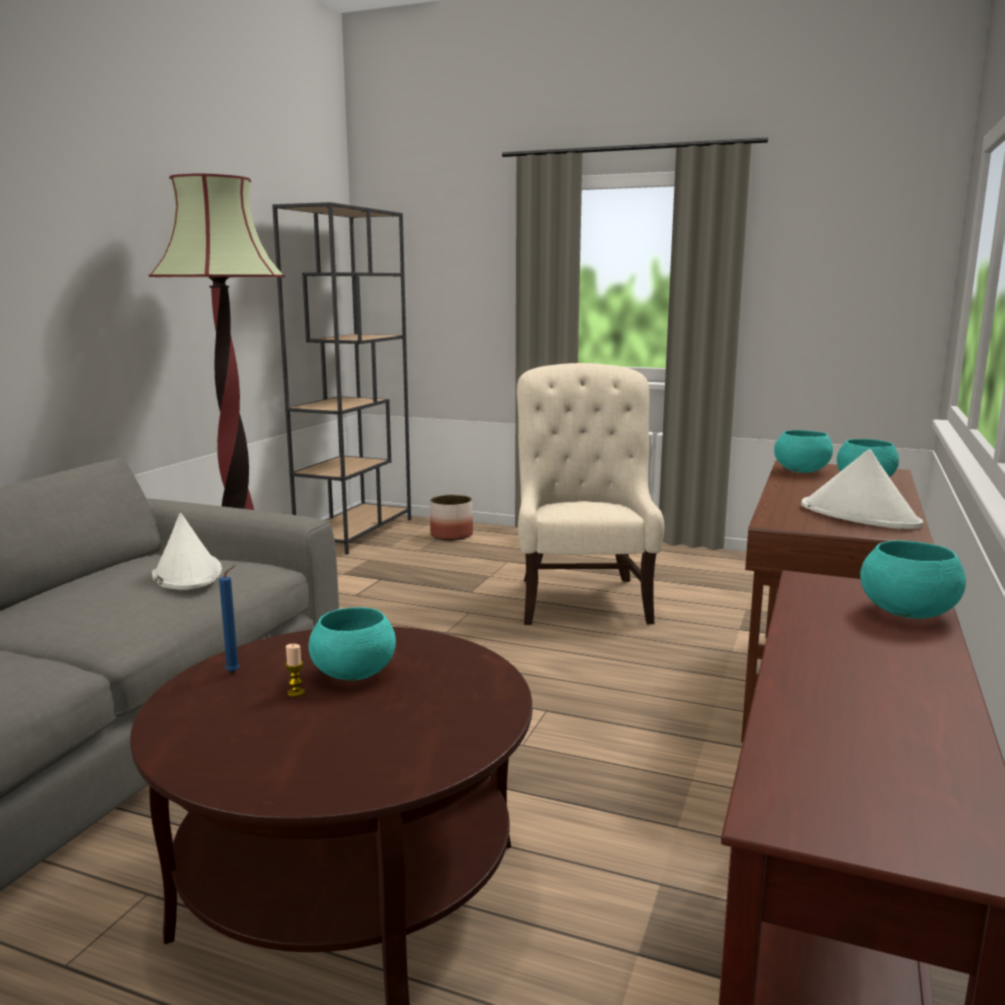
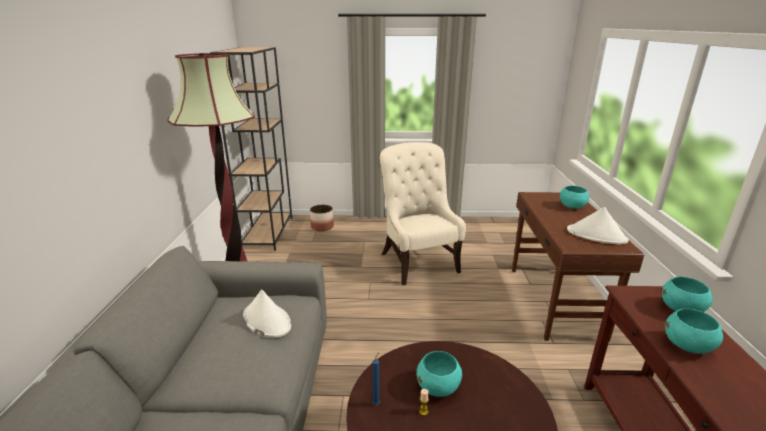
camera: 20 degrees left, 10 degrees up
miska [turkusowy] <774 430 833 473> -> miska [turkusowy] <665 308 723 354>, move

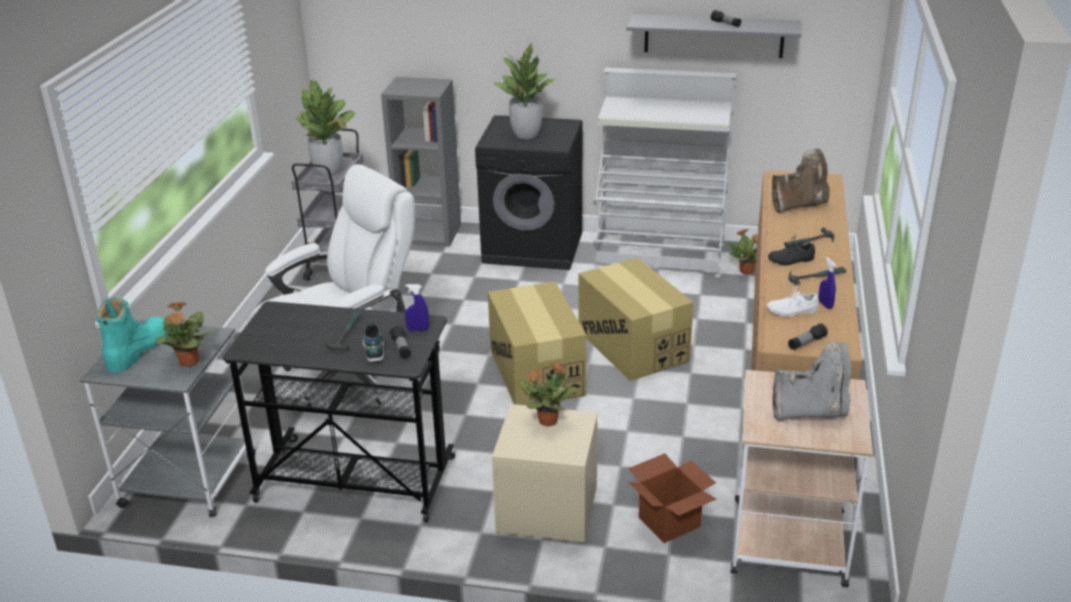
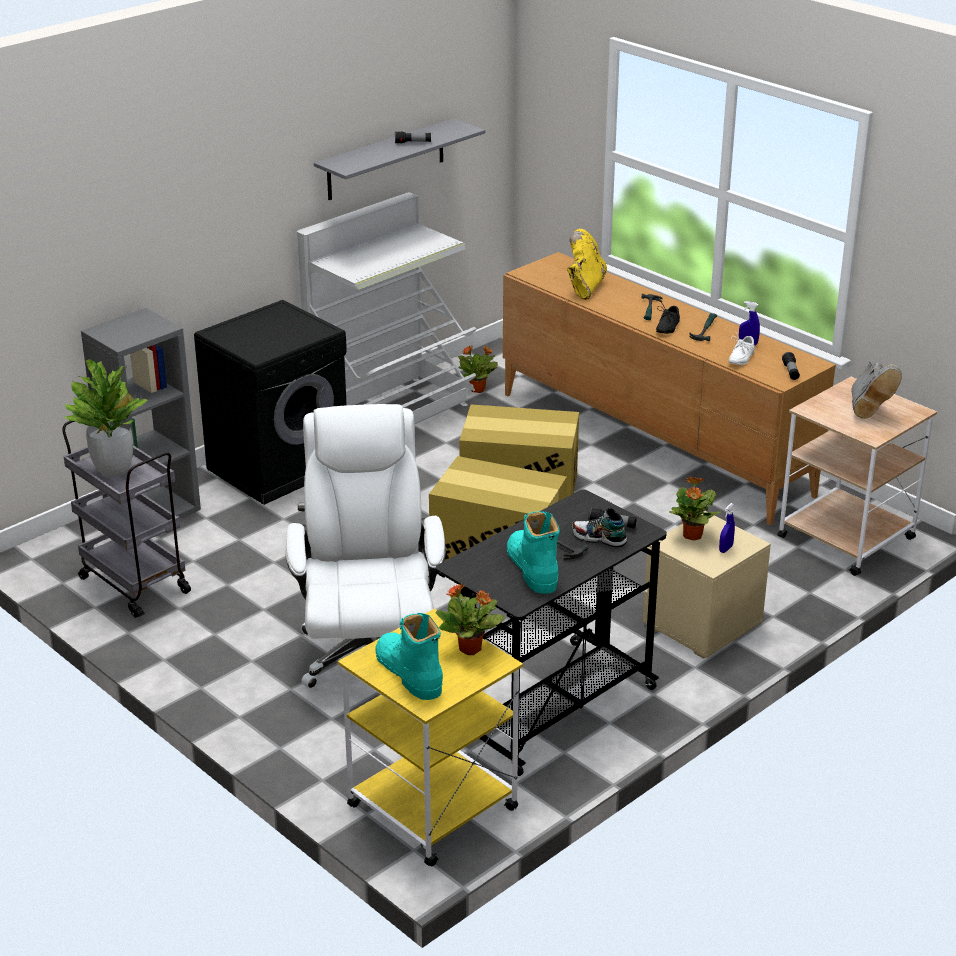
camera: 55 degrees left, 0 degrees up
roślina doniczkowa <493 41 556 139> -> none
karton <628 453 716 543> -> none
none -> but z cholewką [turkusowy] <507 511 560 594>
spryskiwacz [niebieski] <405 284 429 331> -> spryskiwacz [niebieski] <719 503 735 553>, move
wózek [szary] <80 320 256 517> -> wózek [żółty] <338 608 523 866>
but z cholewką [brązowy] <772 148 830 213> -> but z cholewką [żółty] <567 229 607 300>
but z cholewką [szary] <773 342 851 421> -> but z cholewką [szary] <851 361 902 419>, 150 degrees clockwise

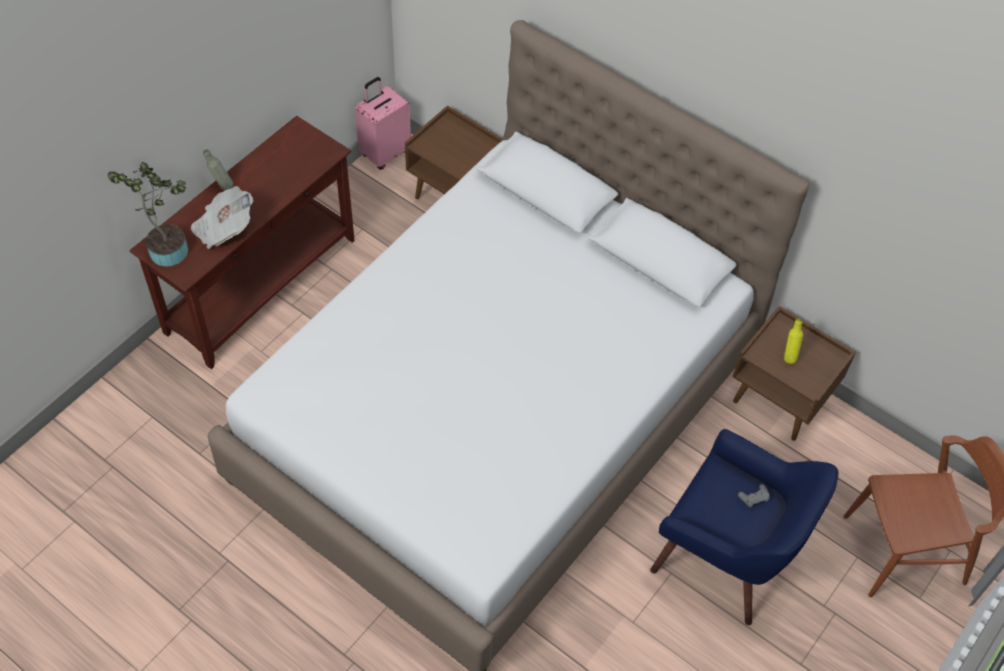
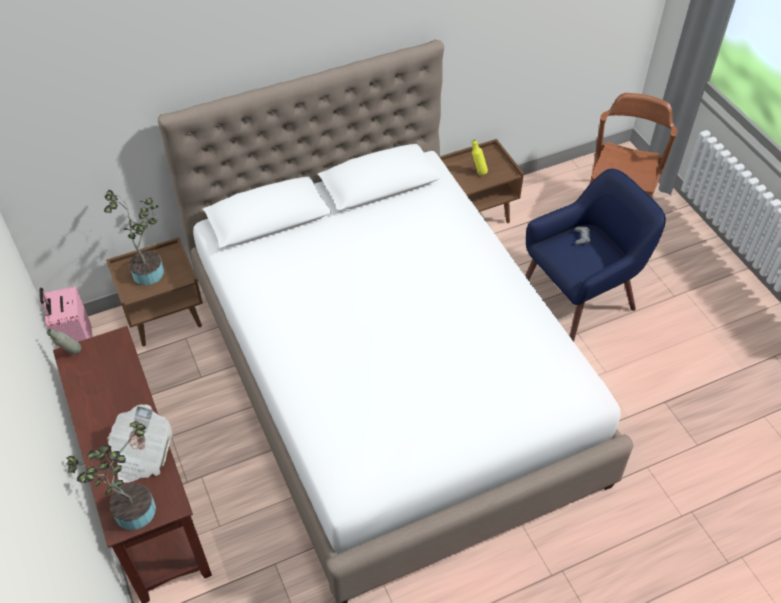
camera: 60 degrees left, 5 degrees down
none -> roślina doniczkowa <104 190 164 285>
butelka [szary] <203 149 233 190> -> butelka [szary] <47 329 81 355>, move

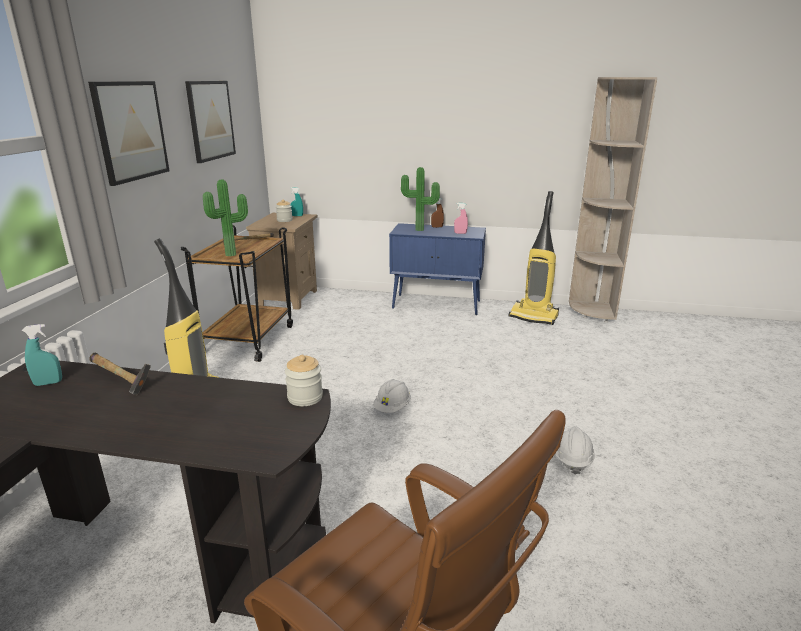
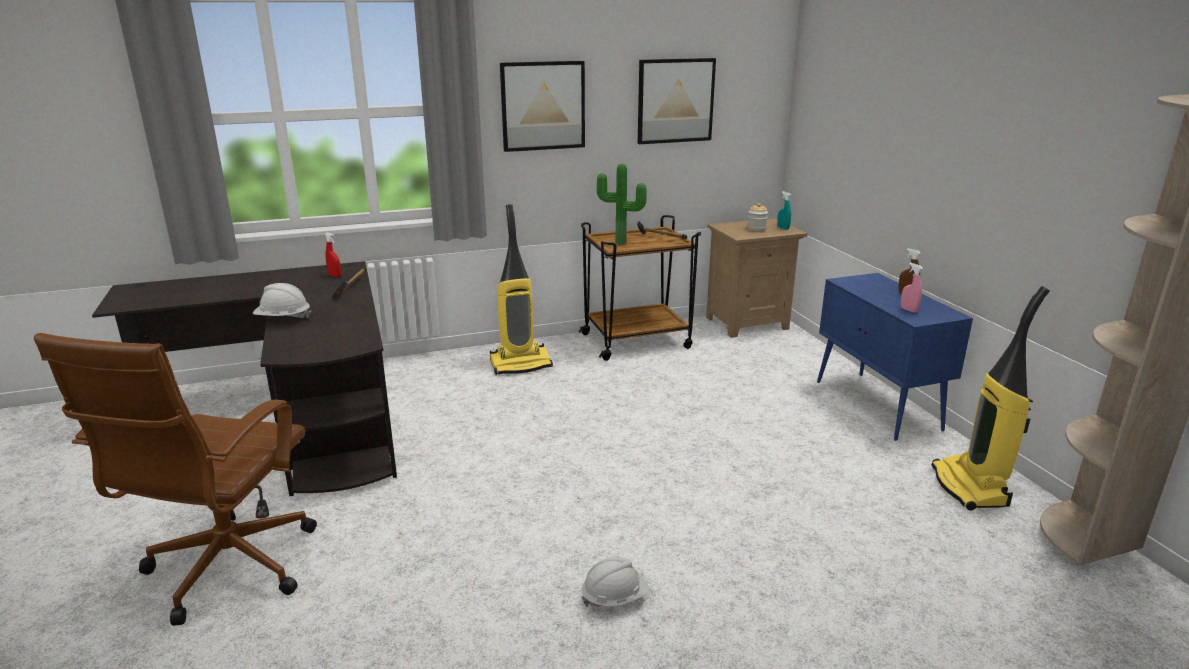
camera: 60 degrees right, 0 degrees up
słoik <285 355 323 406> -> none
roślina doniczkowa <401 167 440 231> -> none
kask [biały] <373 379 411 413> -> kask [biały] <253 283 311 318>, move
spryskiwacz [turkusowy] <22 324 62 386> -> spryskiwacz [czerwony] <325 232 341 277>

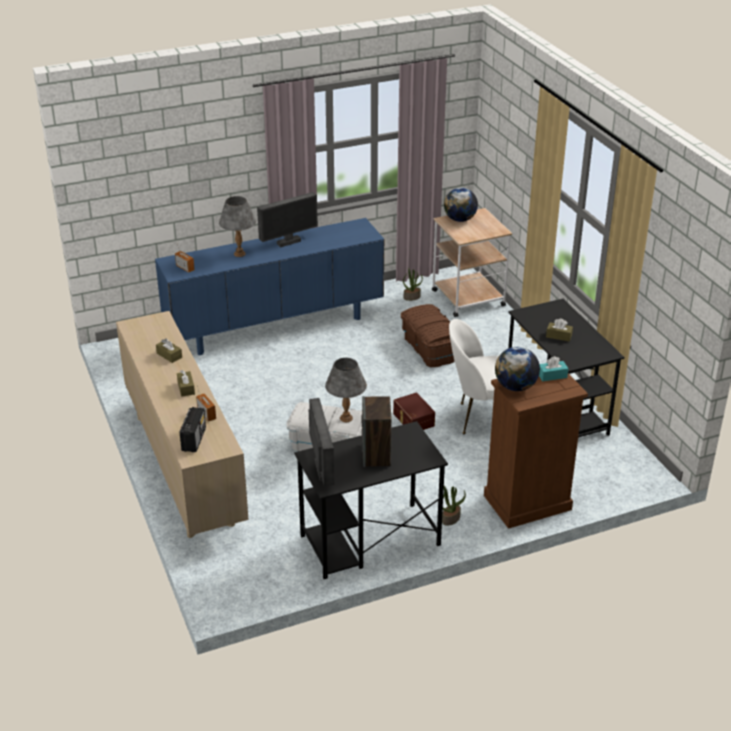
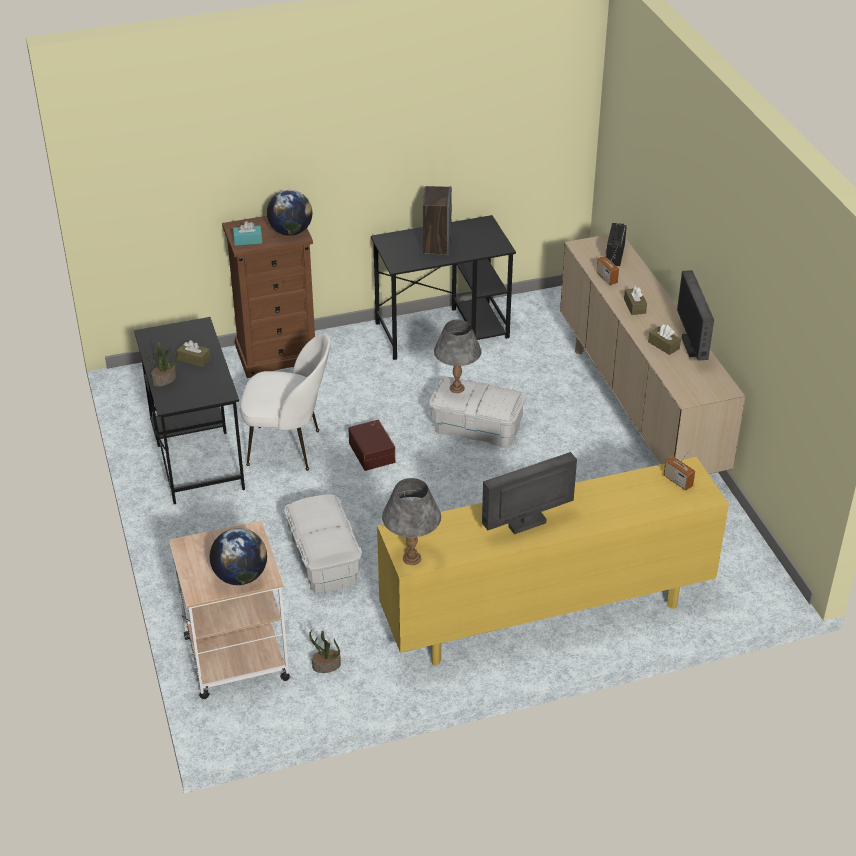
camera: 175 degrees left, 5 degrees up
lampa stołowa [szary] <219 196 256 257> -> lampa stołowa [szary] <382 478 441 565>, move
monitor <309 398 334 486> -> monitor <677 270 714 361>, move
roślina doniczkowa <442 486 466 526> -> roślina doniczkowa <145 342 177 387>, move
szafka [niebieski] <155 218 384 355> -> szafka [żółty] <377 457 729 666>
pojemnik do przechowywania [brązowy] <401 304 455 367> -> pojemnik do przechowywania [biały] <284 494 362 593>

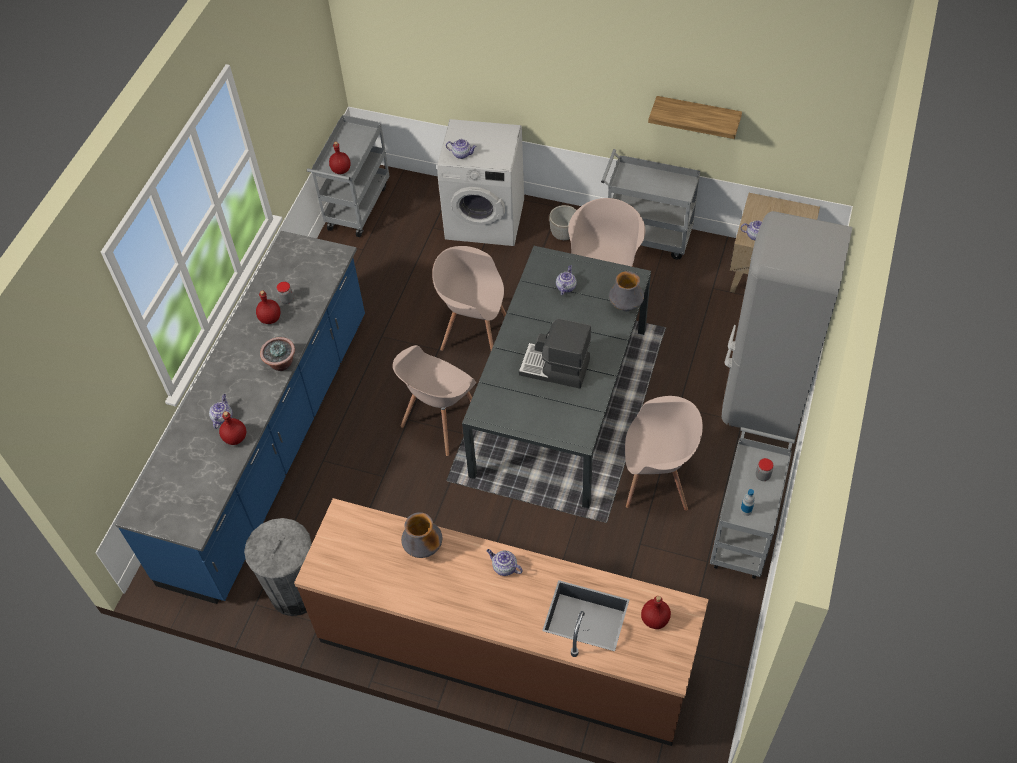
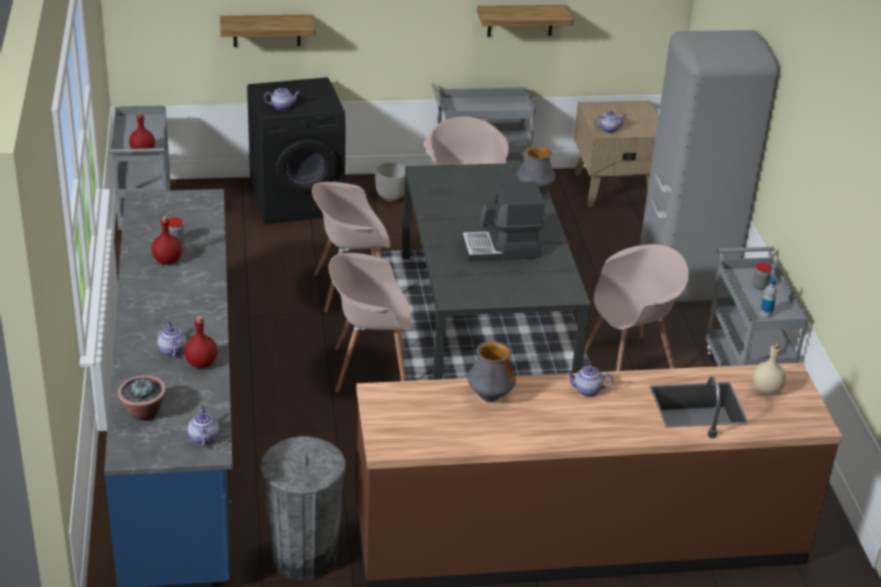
camera: 30 degrees left, 20 degrees down
none -> półka <220 14 315 47>
roślina doniczkowa <260 337 295 371> -> roślina doniczkowa <117 375 167 421>, move
imbryk <556 265 577 295> -> imbryk <188 406 219 447>, move
pralka [biały] <437 119 524 246> -> pralka [czarny] <247 77 346 225>
butelka [czerwony] <641 596 671 629> -> butelka [beżowy] <753 343 786 395>
krzesło [beżowy] <393 345 476 456> -> krzesło [beżowy] <329 253 411 392>, 75 degrees clockwise

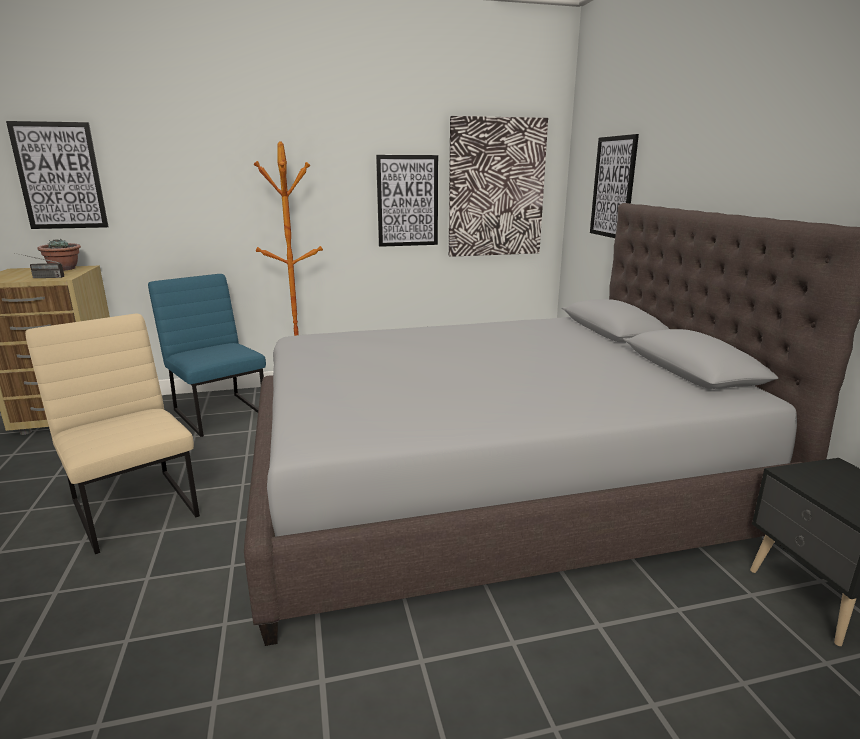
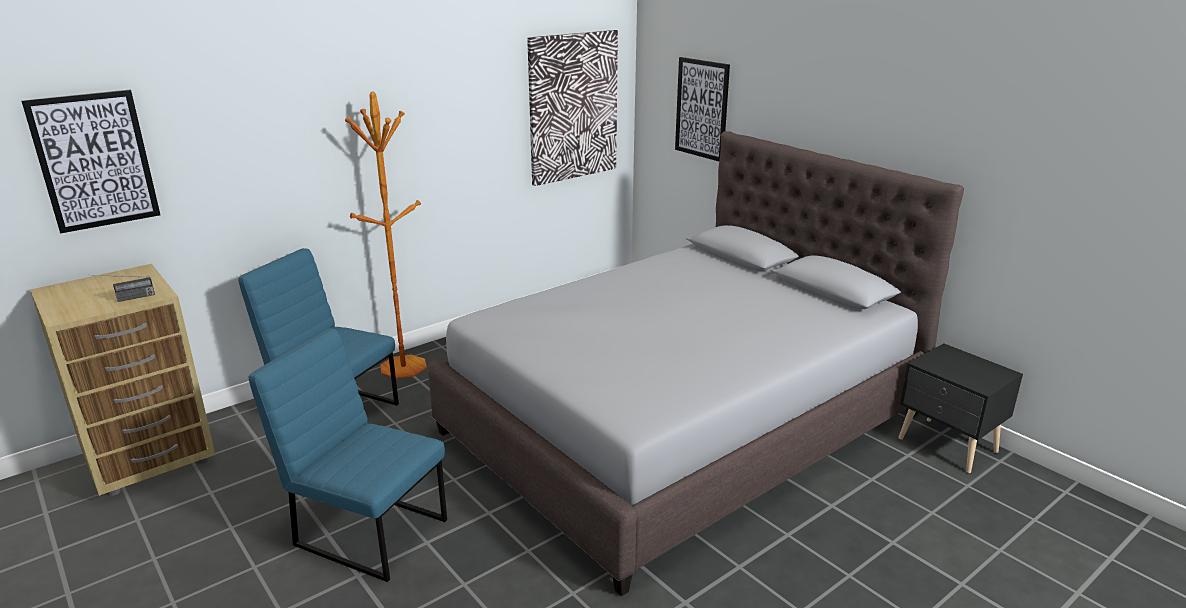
camera: 25 degrees left, 5 degrees up
roślina doniczkowa <37 239 81 271> -> none
obraz <376 155 438 247> -> none
krzesło [beżowy] <25 314 200 554> -> krzesło [niebieski] <249 329 447 582>

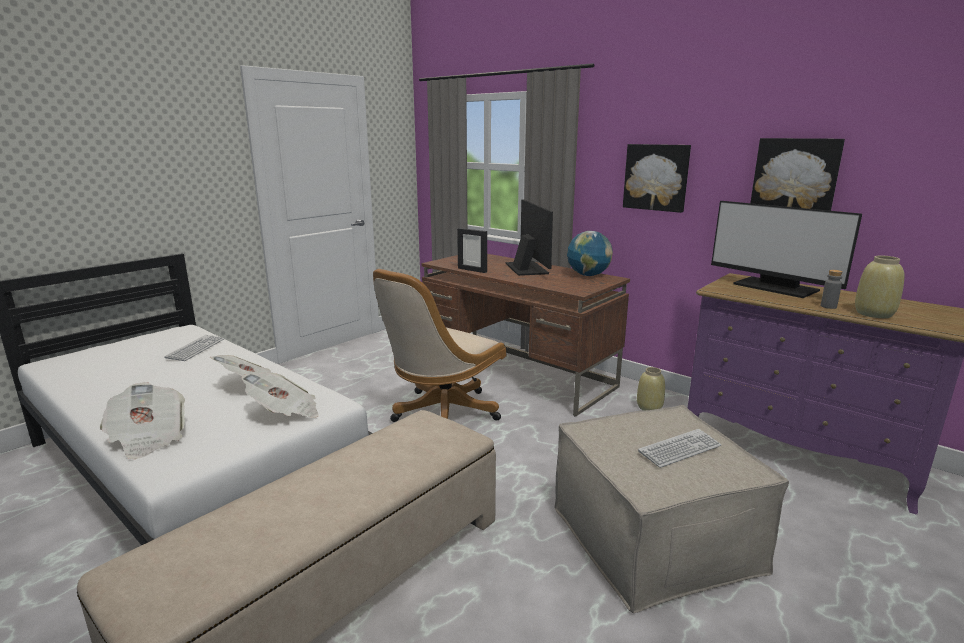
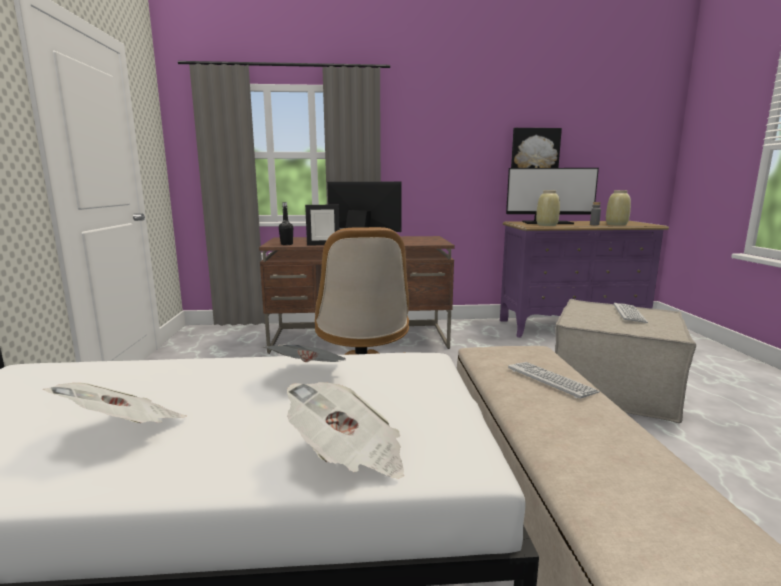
camera: 45 degrees left, 5 degrees down
globus <567 231 613 276> -> none
obraz <623 144 691 213> -> none
none -> butelka [czarny] <279 202 293 245>
klawiatura <164 335 224 361> -> klawiatura <508 362 600 399>, move
gazeta <242 372 319 418> -> gazeta <43 383 187 423>, move
wazon [beżowy] <637 367 665 411> -> wazon [beżowy] <536 190 560 226>, move

